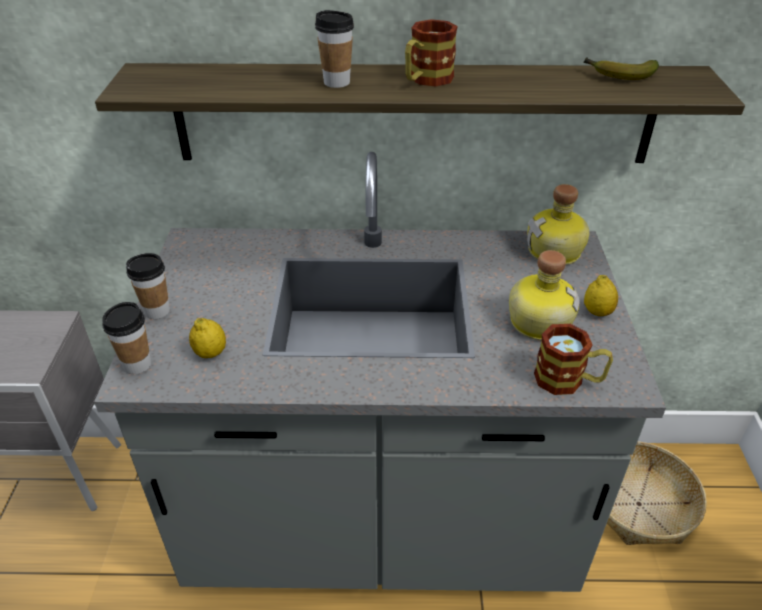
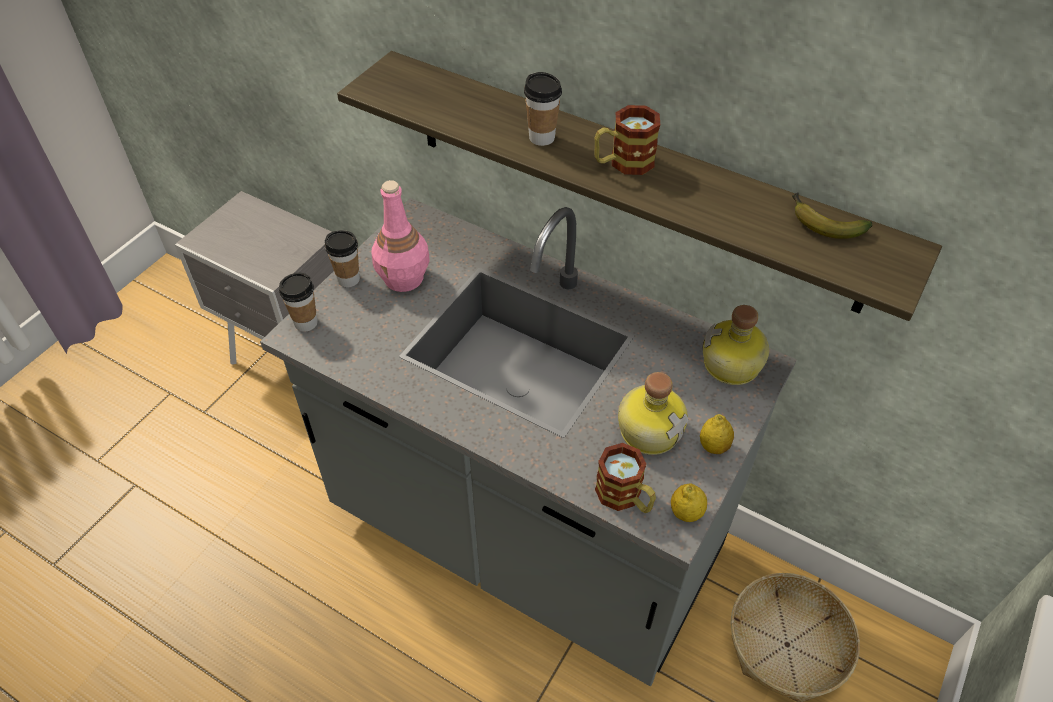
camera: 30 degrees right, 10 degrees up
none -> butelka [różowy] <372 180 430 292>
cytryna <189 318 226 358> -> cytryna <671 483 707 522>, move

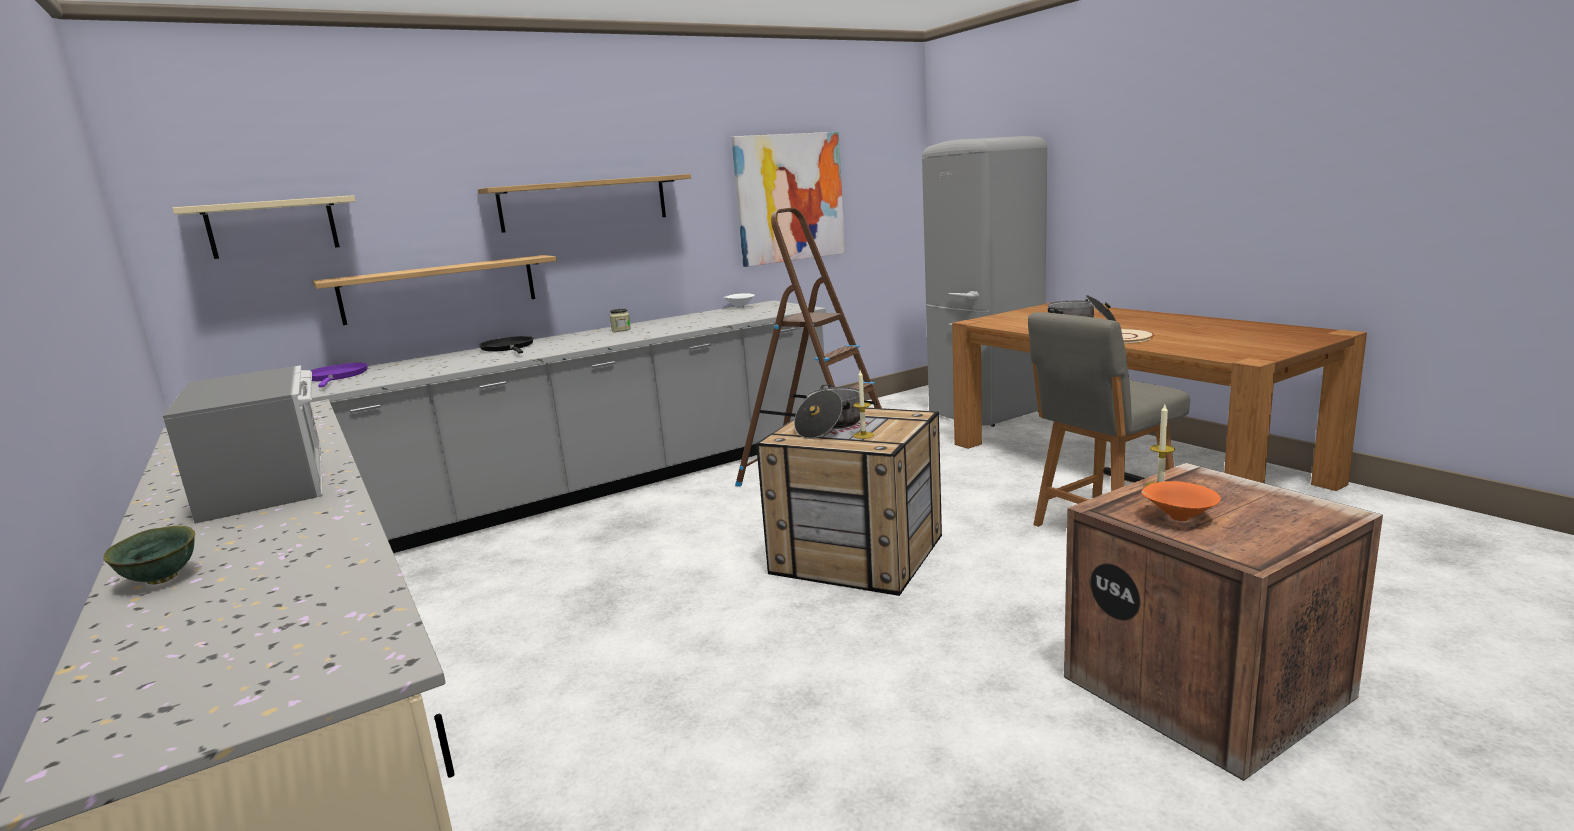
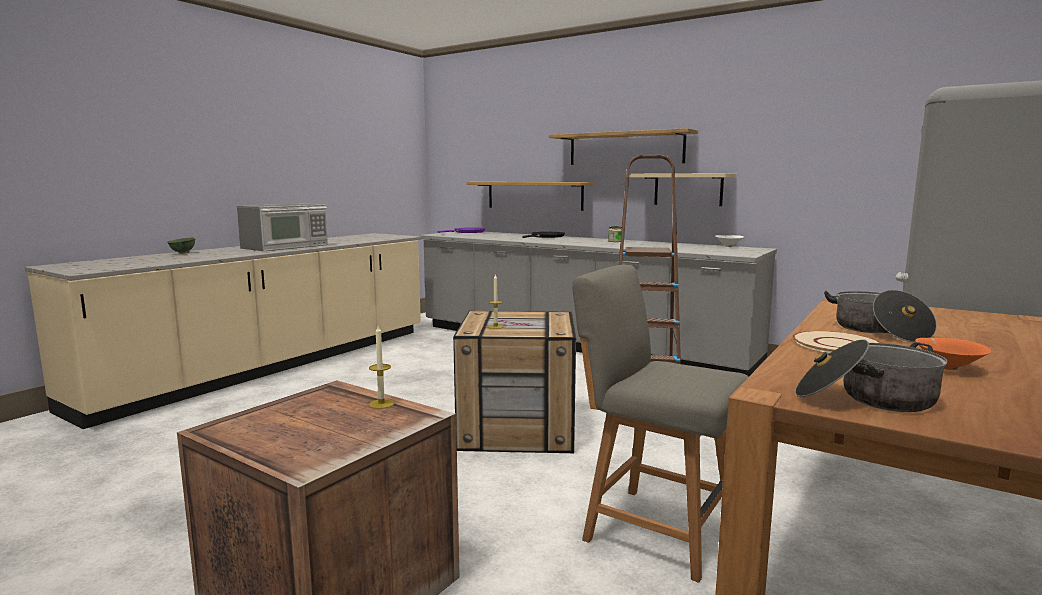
camera: 65 degrees right, 5 degrees down
obraz <731 132 845 267> -> none
półka [beżowy] <172 195 355 259> -> półka [beżowy] <631 173 737 206>, move
garnek <794 384 860 439> -> garnek <795 339 948 412>, move
miska [pomarańczowy] <1141 481 1221 521> -> miska [pomarańczowy] <915 338 991 370>, move

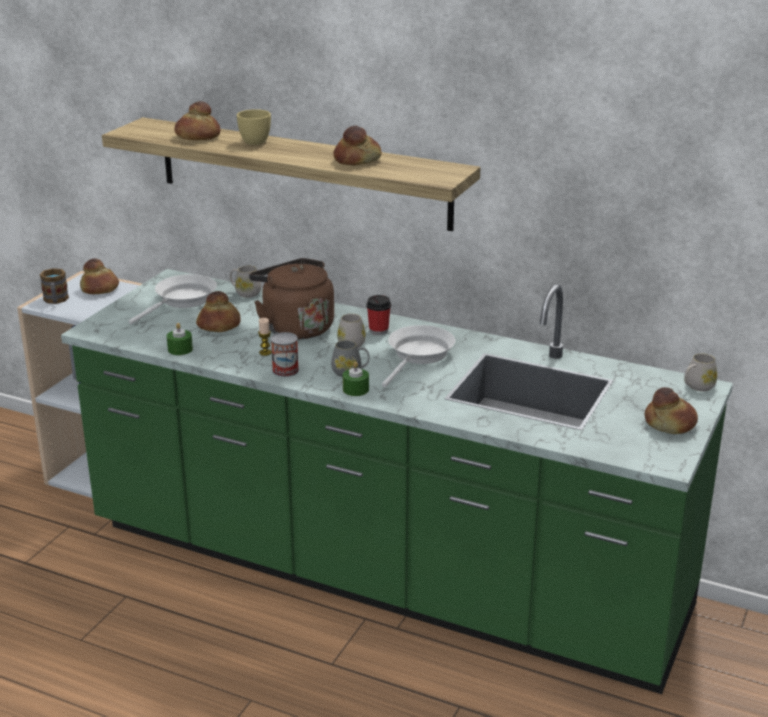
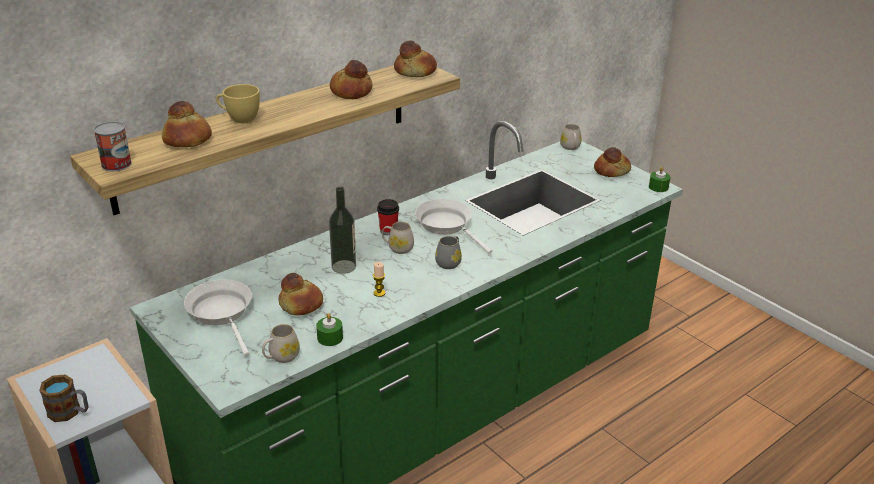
camera: 65 degrees left, 5 degrees up
chleb <80 258 119 294> -> chleb <394 41 437 77>, move
kubek [biały] <230 265 261 298> -> kubek [biały] <262 324 300 363>, move
puszka <271 332 299 377> -> puszka <94 121 132 171>, move
świeca [zielony] <343 362 369 396> -> świeca [zielony] <649 167 671 192>, move
czajnik [brązowy] <249 258 334 339> -> butelka <329 187 356 274>

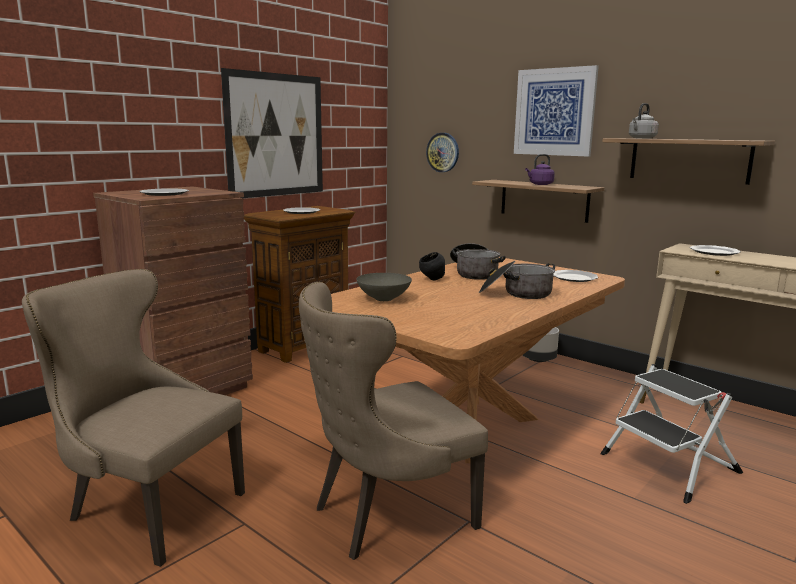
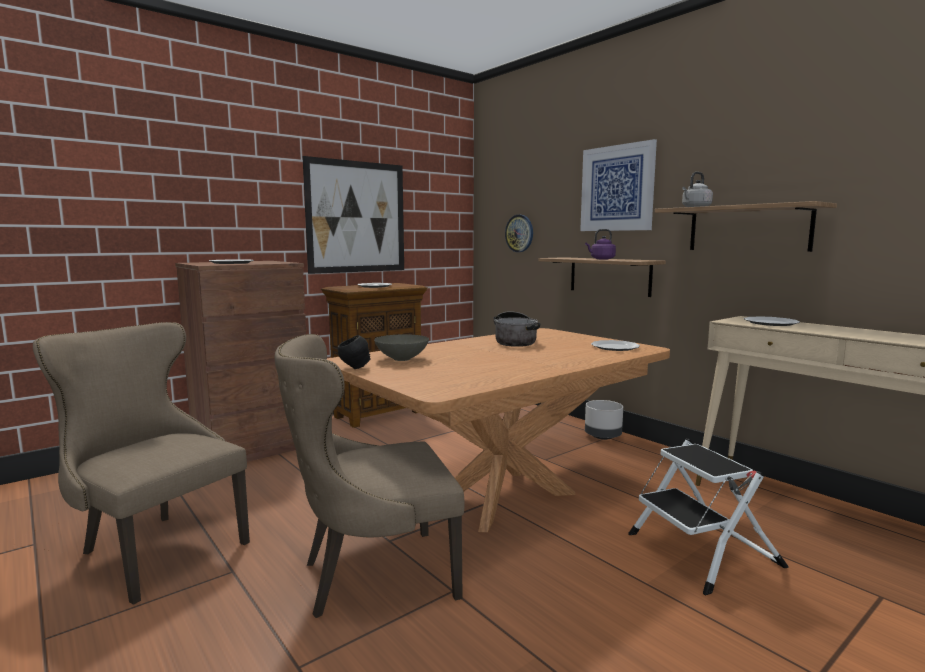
camera: 10 degrees right, 5 degrees down
garnek <479 261 555 299> -> none
miska [czarny] <419 252 445 280> -> miska [czarny] <338 335 370 369>, move

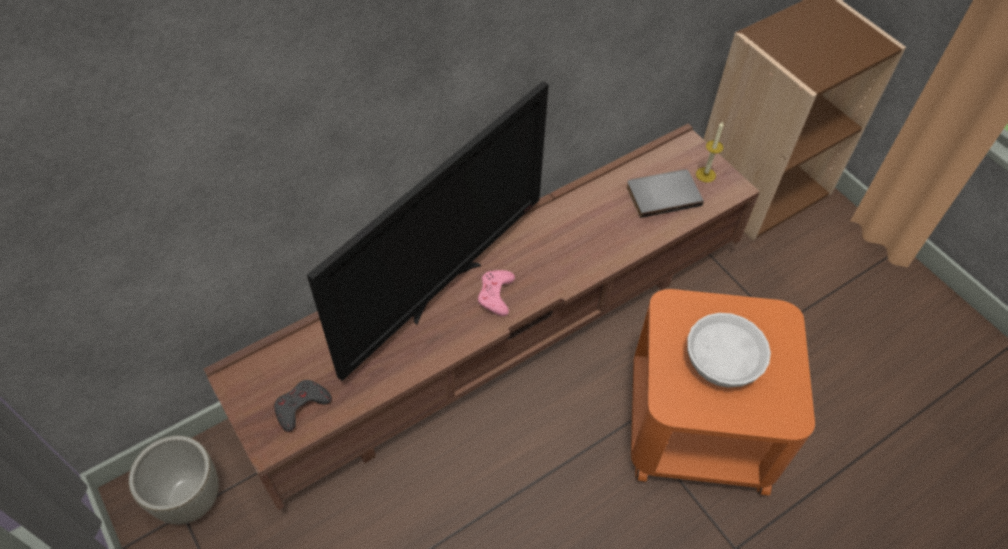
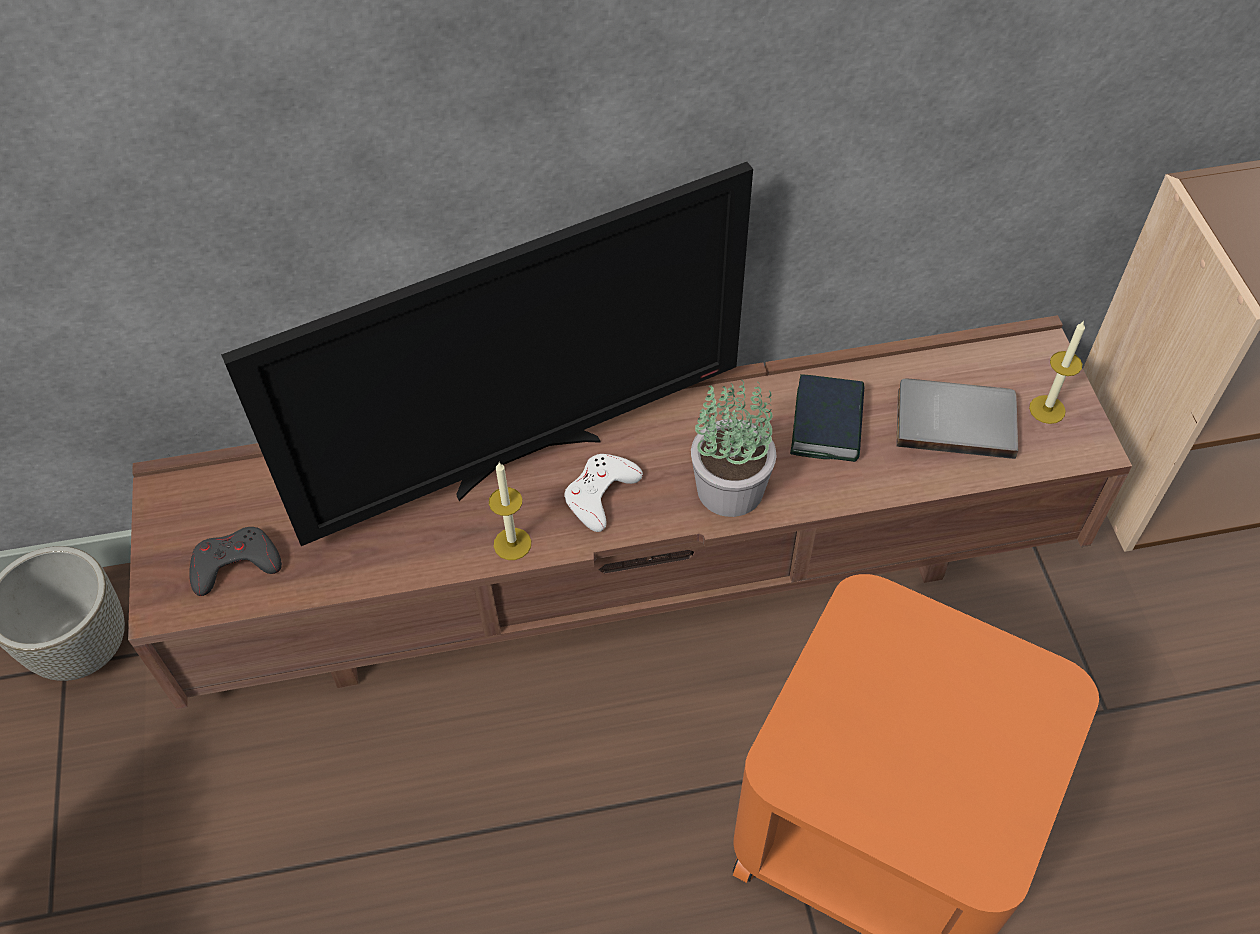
camera: 25 degrees right, 0 degrees up
miska [biały] <687 313 771 388> -> none
none -> świeca <489 462 531 560>
none -> roślina doniczkowa <691 380 777 517>
none -> książka <790 374 864 462>
pad do gier [różowy] <478 270 515 316> -> pad do gier [biały] <564 454 643 532>

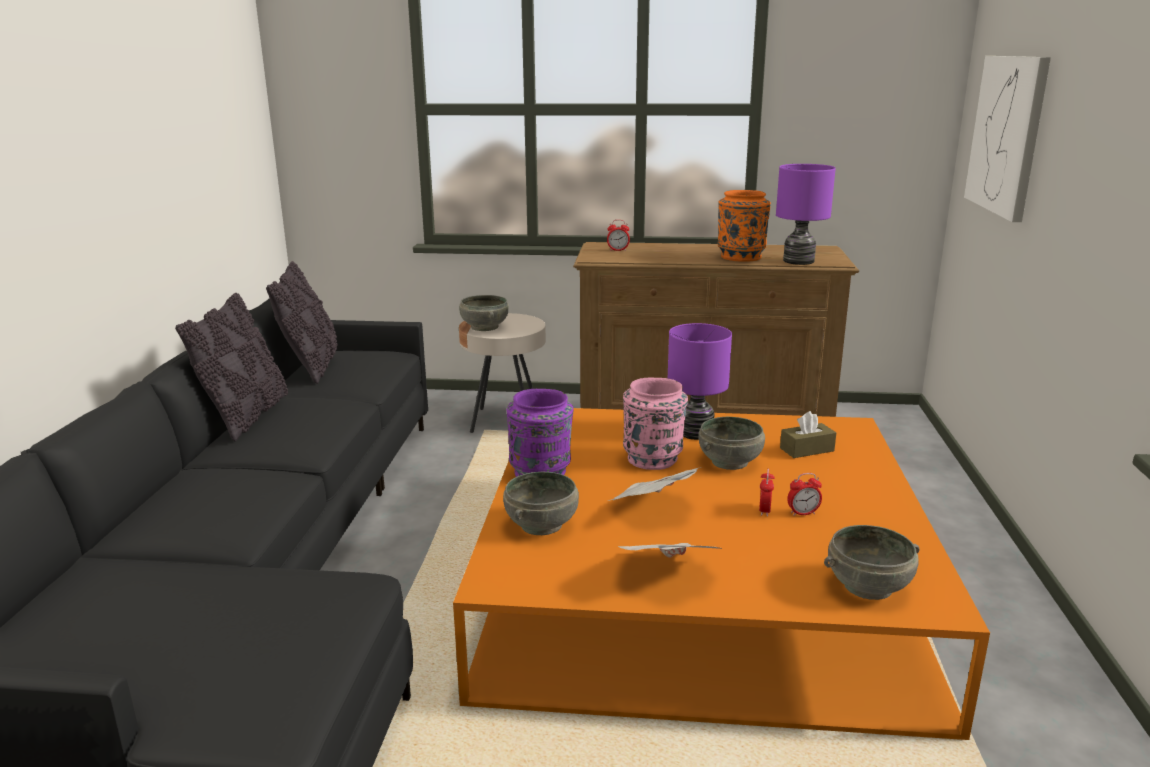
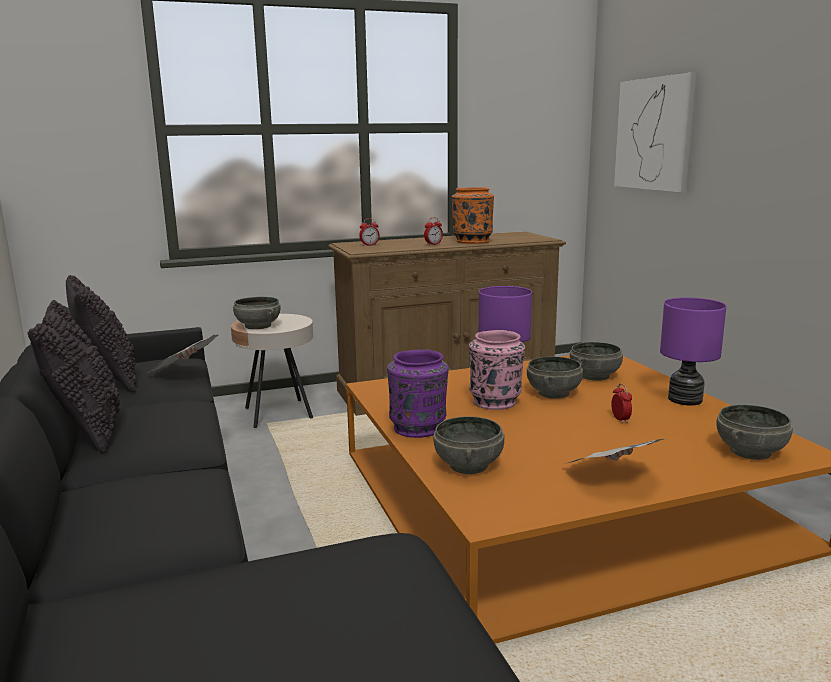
camera: 25 degrees left, 5 degrees down
gazeta <608 467 701 501> -> gazeta <147 335 218 373>, move
lampa stołowa [fioletowy] <776 164 836 265> -> lampa stołowa [fioletowy] <660 297 726 406>, move
budzik <787 473 822 516> -> budzik <424 217 443 245>, move
pudełko chusteczek [brązowy] <780 411 836 458> -> miska [szary] <570 342 623 381>

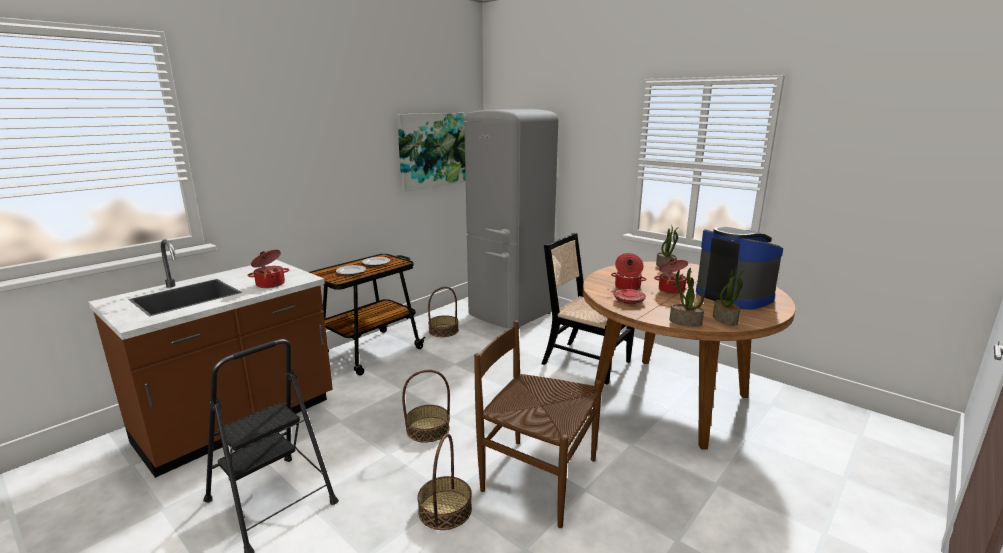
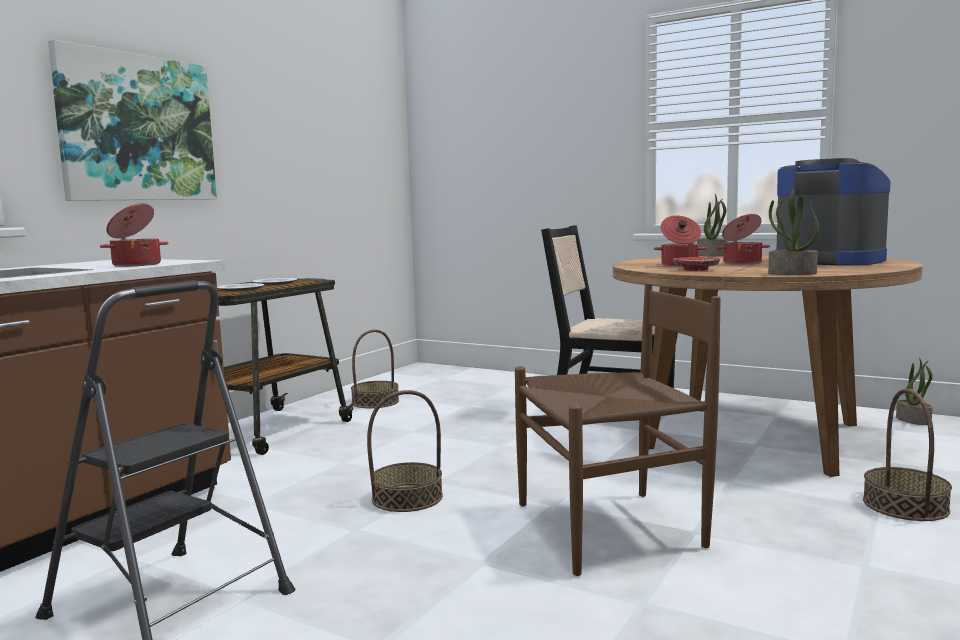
camera: 10 degrees left, 10 degrees down
lodówka [szary] <464 109 558 329> -> none
obraz <397 113 466 192> -> obraz <48 40 217 201>, move
koszyk <417 433 472 530> -> koszyk <863 389 952 521>, move
roślina doniczkowa <713 267 746 326> -> roślina doniczkowa <896 357 933 425>, move
krzesło [brązowy] <474 320 602 528> -> krzesło [brązowy] <515 283 721 576>, 150 degrees clockwise

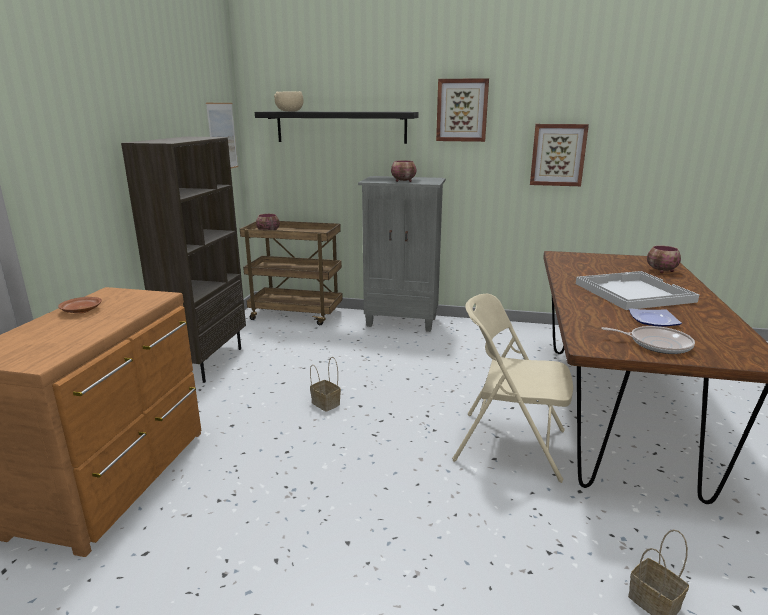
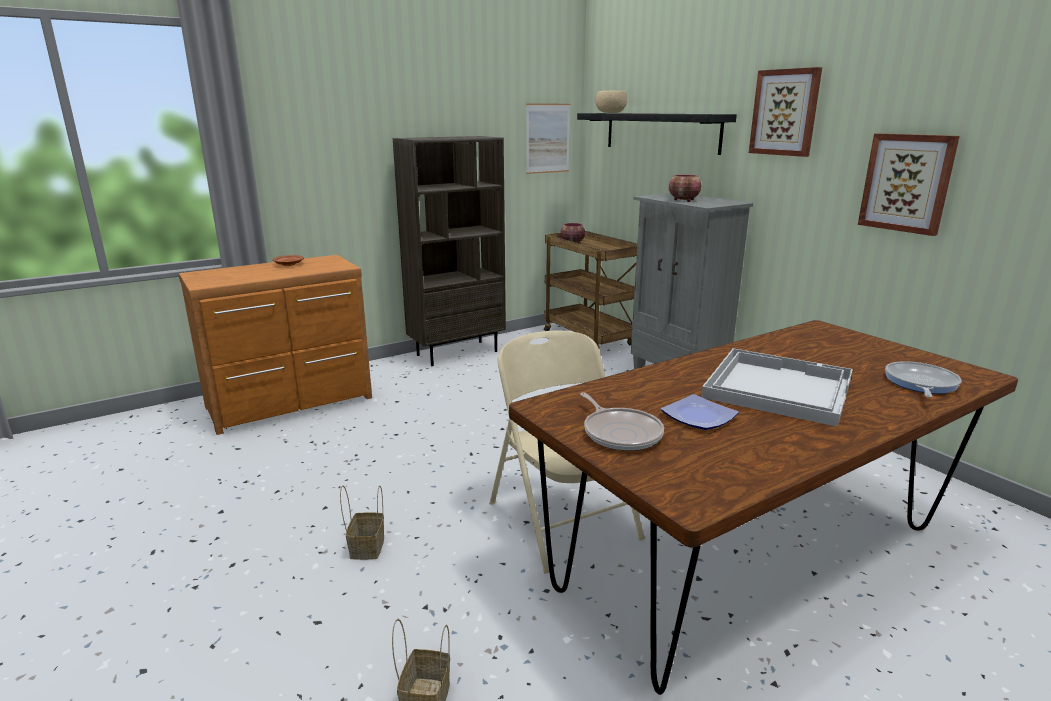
camera: 45 degrees right, 0 degrees up
koszyk <310 357 341 411> -> koszyk <340 485 384 560>, move
miska <647 246 681 273> -> patelnia <885 361 962 398>

